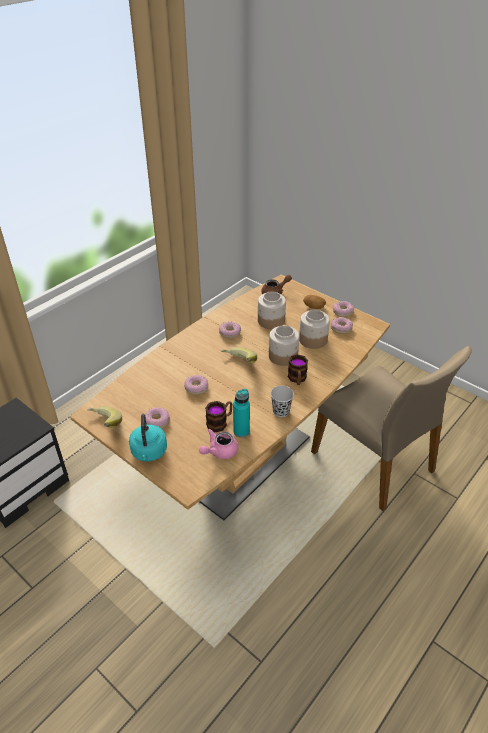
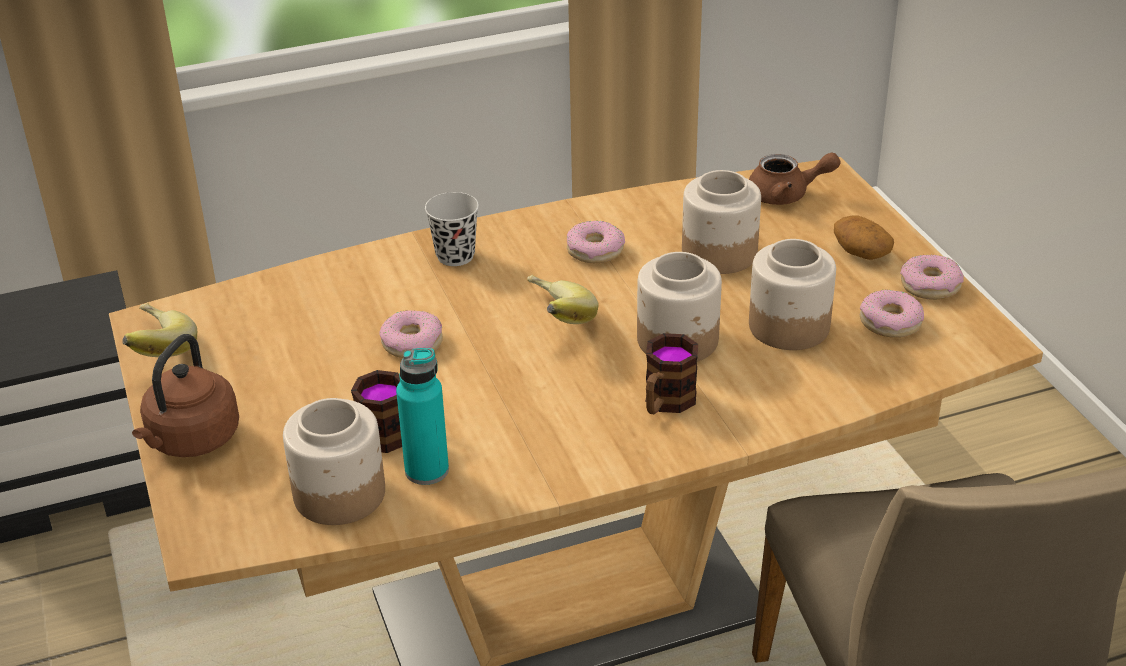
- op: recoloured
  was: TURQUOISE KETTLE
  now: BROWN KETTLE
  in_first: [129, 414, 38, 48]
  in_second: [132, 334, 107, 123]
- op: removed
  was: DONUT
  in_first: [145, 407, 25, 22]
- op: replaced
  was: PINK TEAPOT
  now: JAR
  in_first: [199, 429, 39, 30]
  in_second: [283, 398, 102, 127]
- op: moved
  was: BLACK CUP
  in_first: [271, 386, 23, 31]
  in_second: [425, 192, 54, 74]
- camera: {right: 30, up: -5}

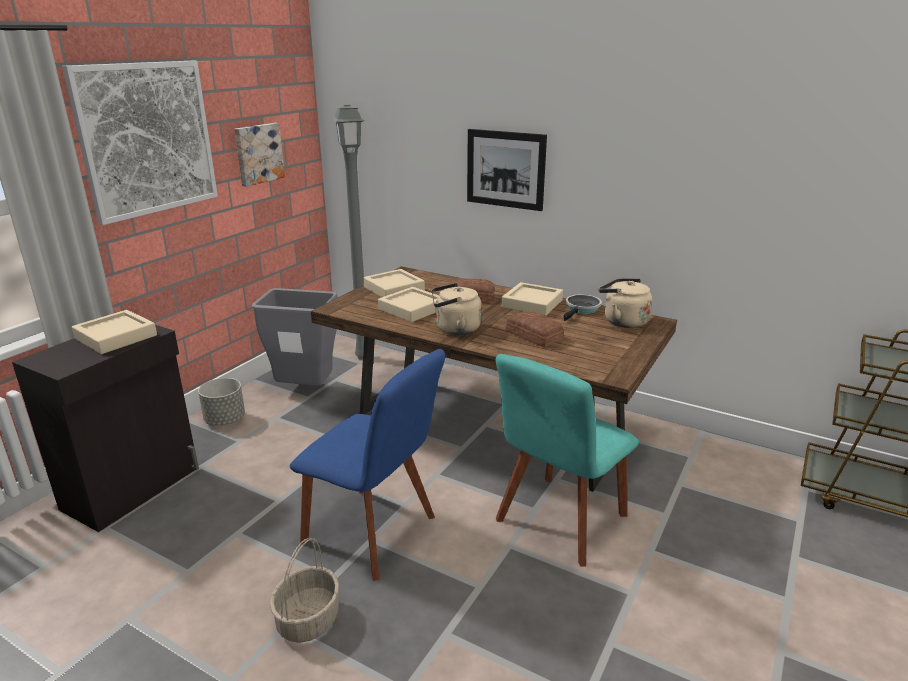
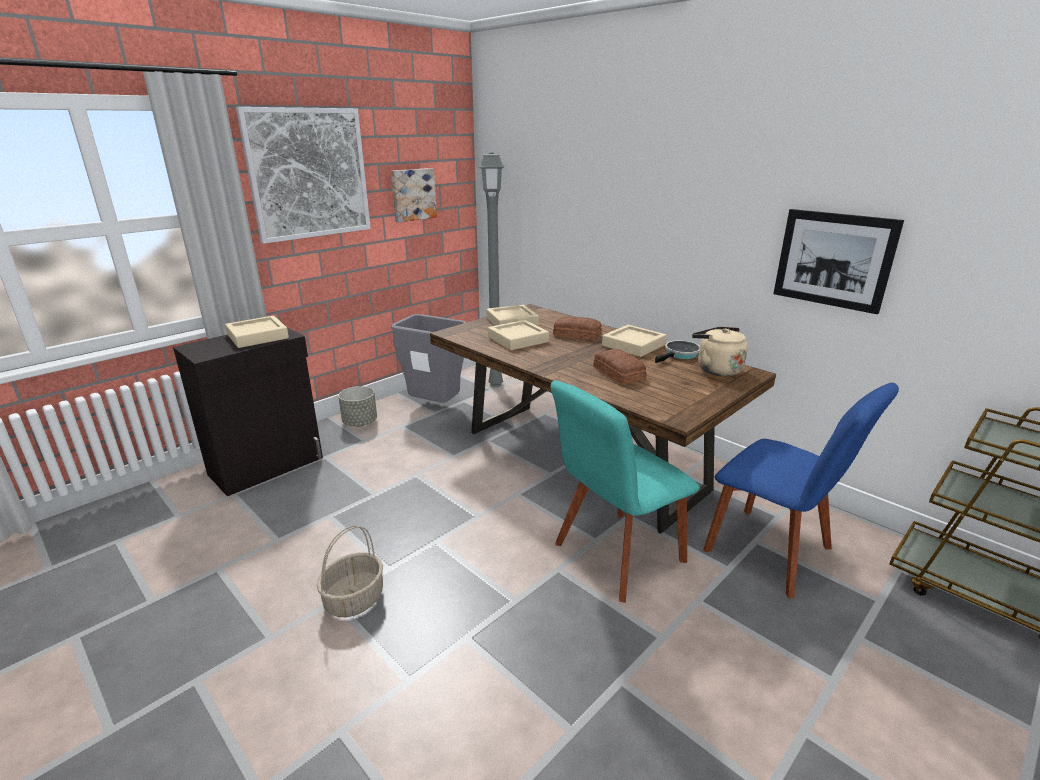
- op: moved
  was: BLUE CHAIR
  in_first: [290, 349, 155, 232]
  in_second: [703, 383, 196, 215]
- op: removed
  was: BEIGE KETTLE
  in_first: [432, 283, 50, 52]
- op: moved
  was: PICTURE
  in_first: [467, 129, 80, 82]
  in_second: [773, 209, 131, 105]
- camera: {right: 15, up: 0}

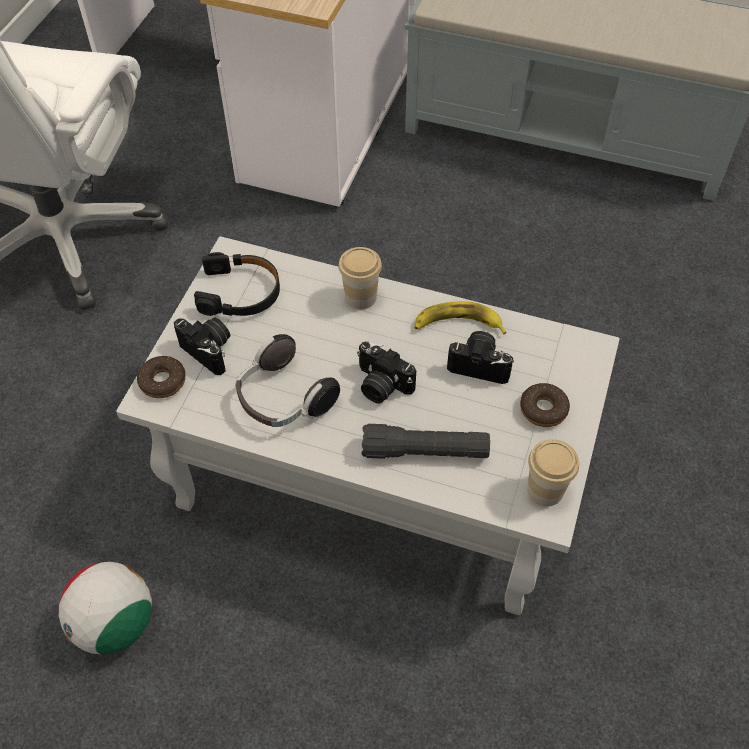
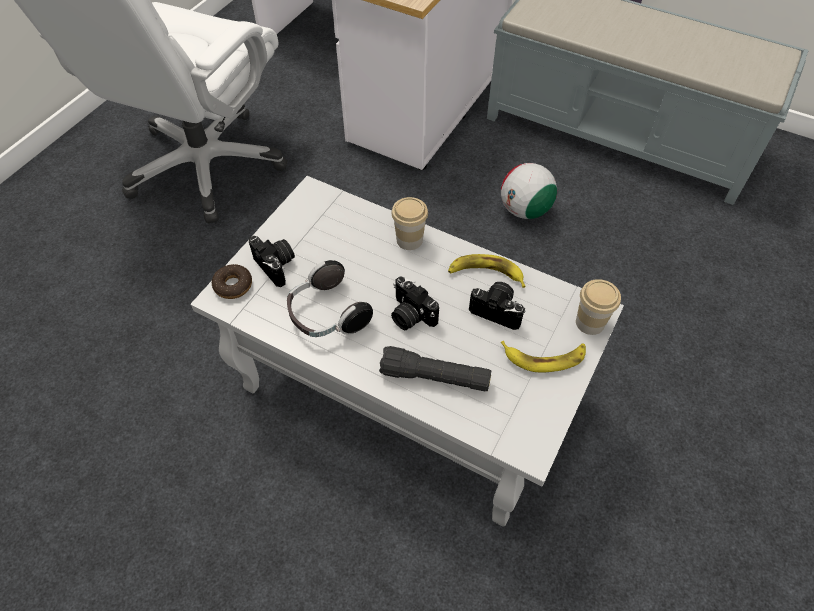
- op: moved
  was: FOOTBALL
  in_first: [59, 562, 93, 92]
  in_second: [501, 163, 56, 56]
- op: removed
  was: BLACK HEADPHONES
  in_first: [194, 252, 86, 64]
- op: replaced
  was: DONUT
  now: BANANA
  in_first: [520, 383, 50, 44]
  in_second: [501, 341, 85, 31]
- op: moved
  was: CUP
  in_first: [527, 439, 52, 67]
  in_second: [576, 279, 45, 56]
- camera: {right: 10, up: 0}

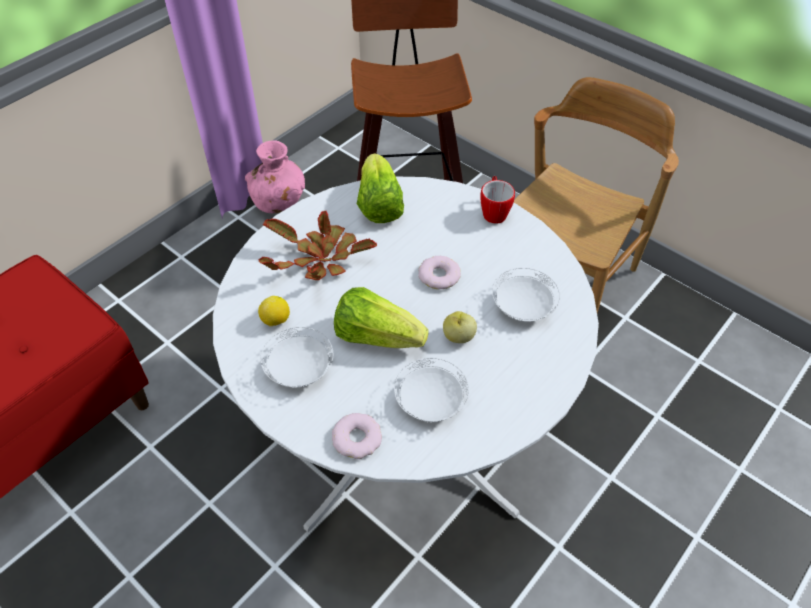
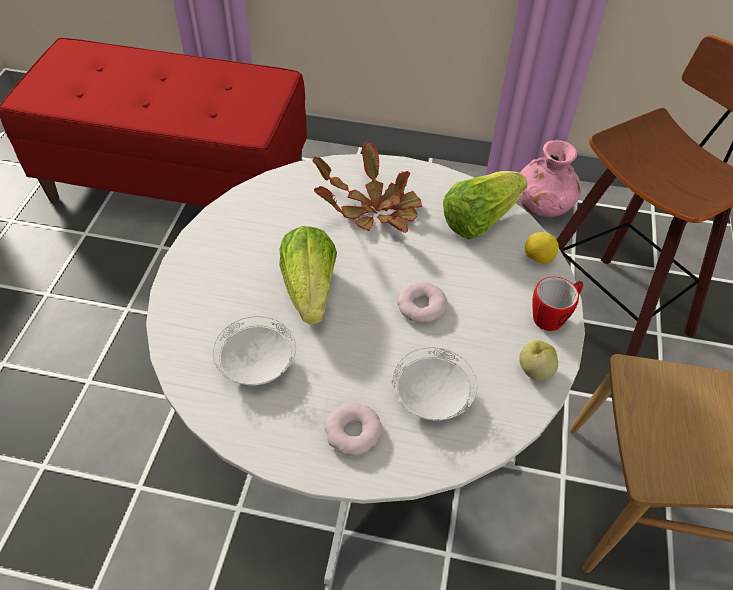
- op: moved
  was: LEMON
  in_first: [258, 296, 32, 30]
  in_second: [525, 232, 34, 32]
- op: removed
  was: WHITE PLATE
  in_first: [260, 327, 73, 61]
- op: moved
  was: DONUT
  in_first: [332, 413, 50, 46]
  in_second: [325, 403, 57, 53]
- op: moved
  was: APPLE
  in_first: [443, 311, 34, 32]
  in_second: [519, 340, 39, 40]
- camera: {right: 60, up: 0}

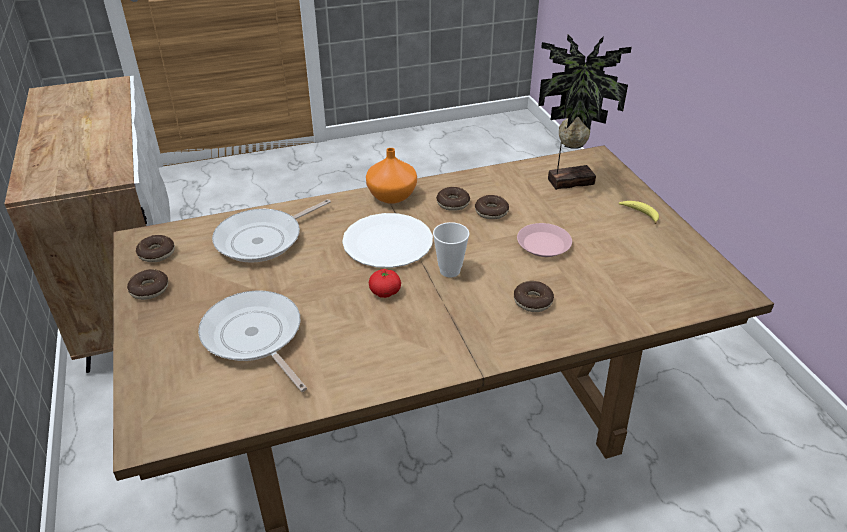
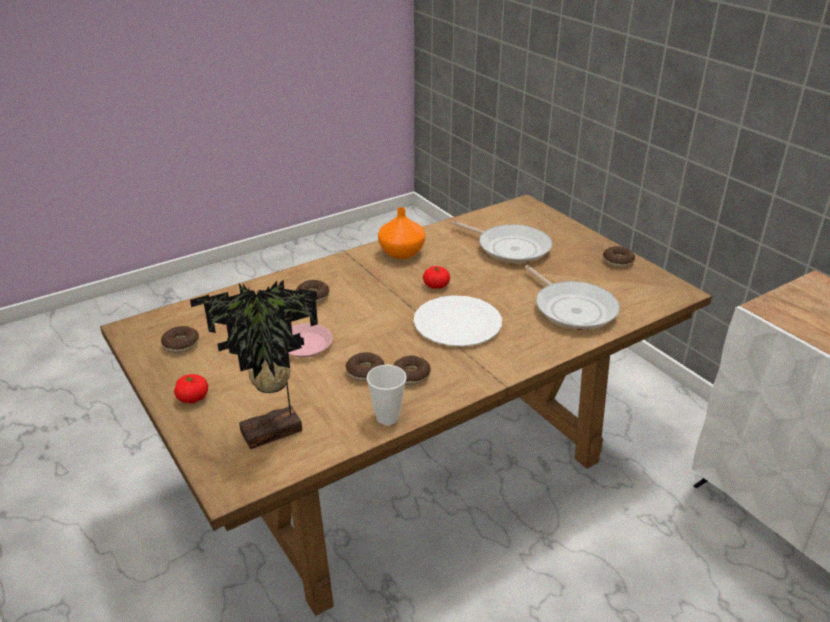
- op: moved
  was: DONUT
  in_first: [136, 235, 39, 27]
  in_second: [161, 326, 38, 27]
- op: turned
  was: FRYING PAN
  in_first: [212, 199, 119, 64]
  in_second: [525, 265, 95, 65]
  clockwise: 120
- op: moved
  was: ORANGE VASE
  in_first: [366, 148, 51, 56]
  in_second: [378, 207, 47, 52]
- op: moved
  was: CUP
  in_first: [433, 222, 36, 55]
  in_second: [367, 365, 40, 60]
- op: replaced
  was: BANANA
  now: TOMATO
  in_first: [619, 201, 40, 23]
  in_second: [174, 374, 34, 29]
- camera: {right: 165, up: -5}

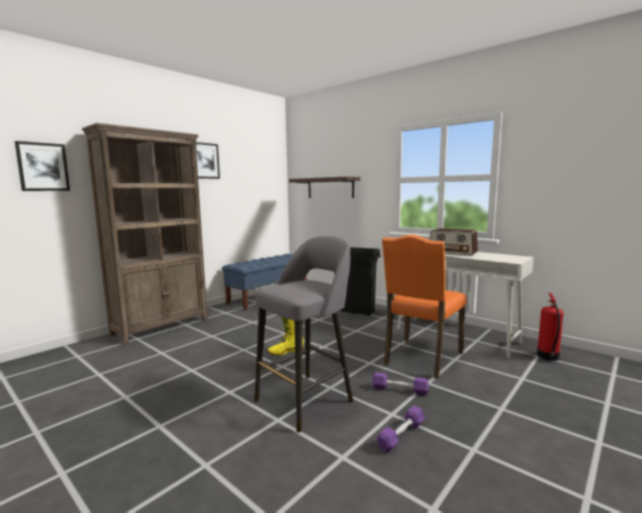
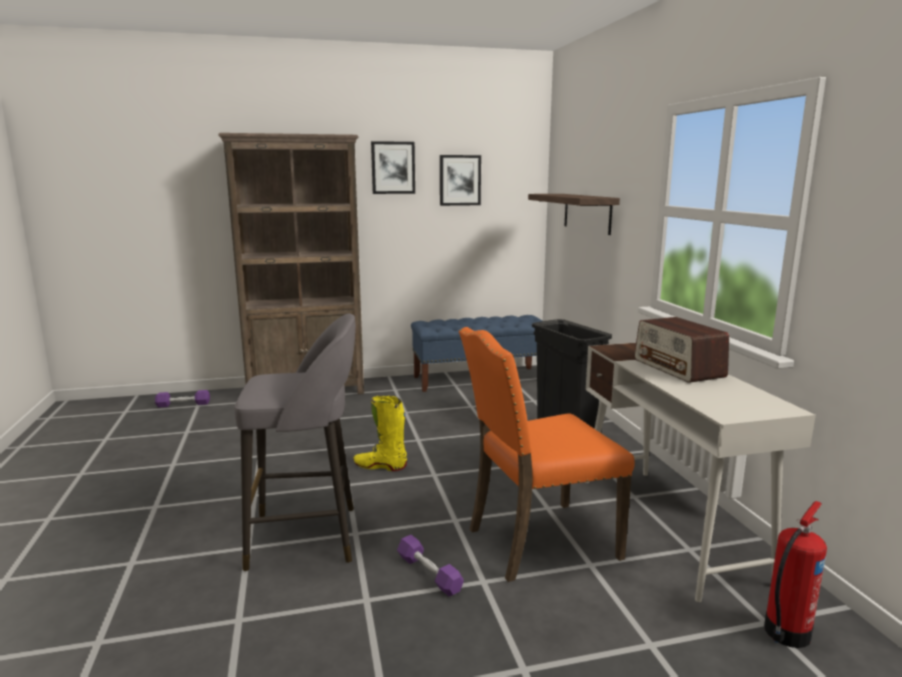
- op: moved
  was: PICTURE
  in_first: [14, 141, 56, 50]
  in_second: [440, 155, 41, 51]
- op: moved
  was: PURPLE DUMBBELL
  in_first: [376, 406, 49, 47]
  in_second: [155, 390, 55, 17]
- camera: {right: 35, up: 5}

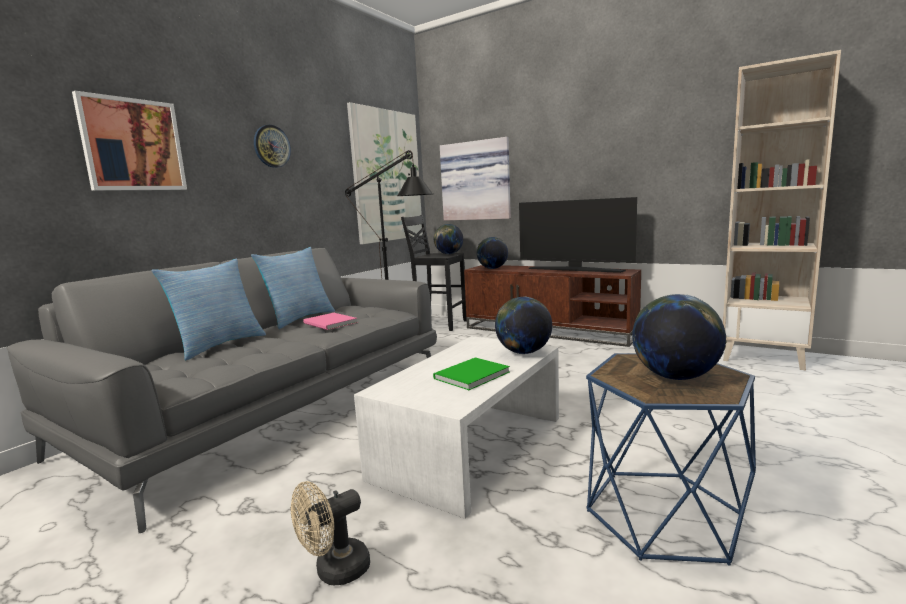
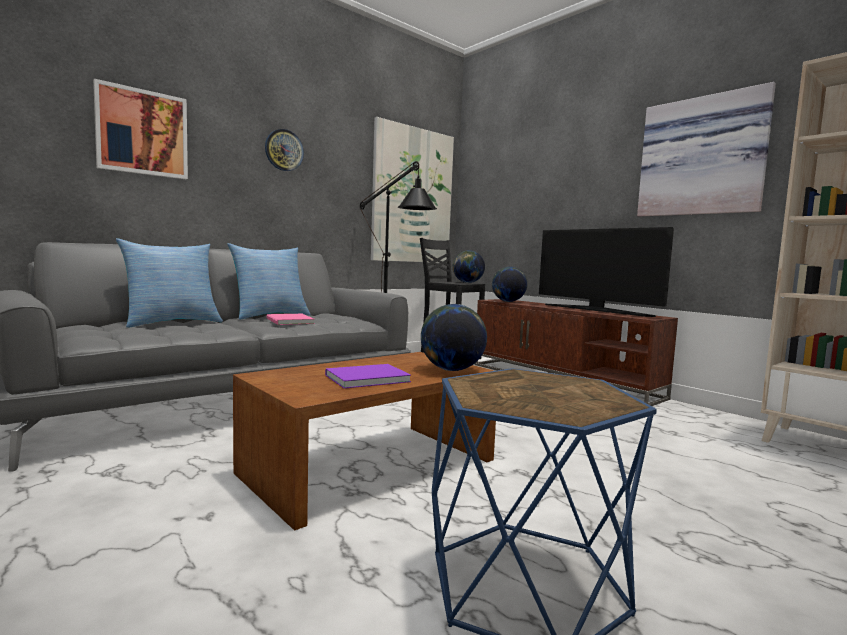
- op: removed
  was: BEIGE FAN
  in_first: [291, 481, 79, 104]
- op: recoloured
  was: WHITE COFFEE TABLE
  now: BROWN COFFEE TABLE
  in_first: [354, 336, 205, 183]
  in_second: [233, 352, 263, 178]
- op: recoloured
  was: GREEN BOOK
  now: PURPLE BOOK
  in_first: [433, 357, 77, 33]
  in_second: [325, 364, 86, 25]
- op: moved
  was: PICTURE
  in_first: [440, 137, 71, 84]
  in_second: [637, 82, 139, 135]
- op: removed
  was: GLOBE
  in_first: [632, 294, 94, 86]
- camera: {right: 15, up: -5}

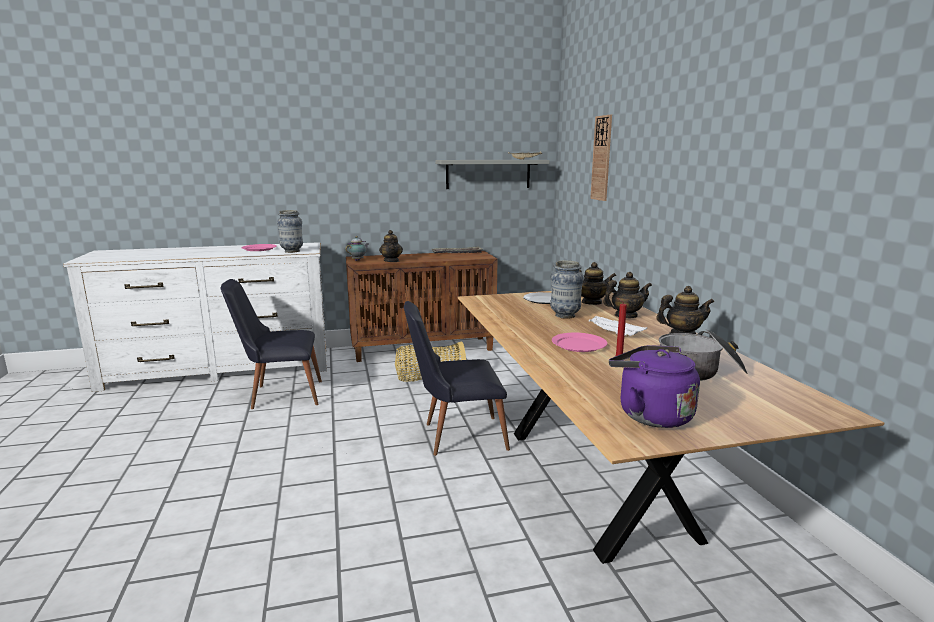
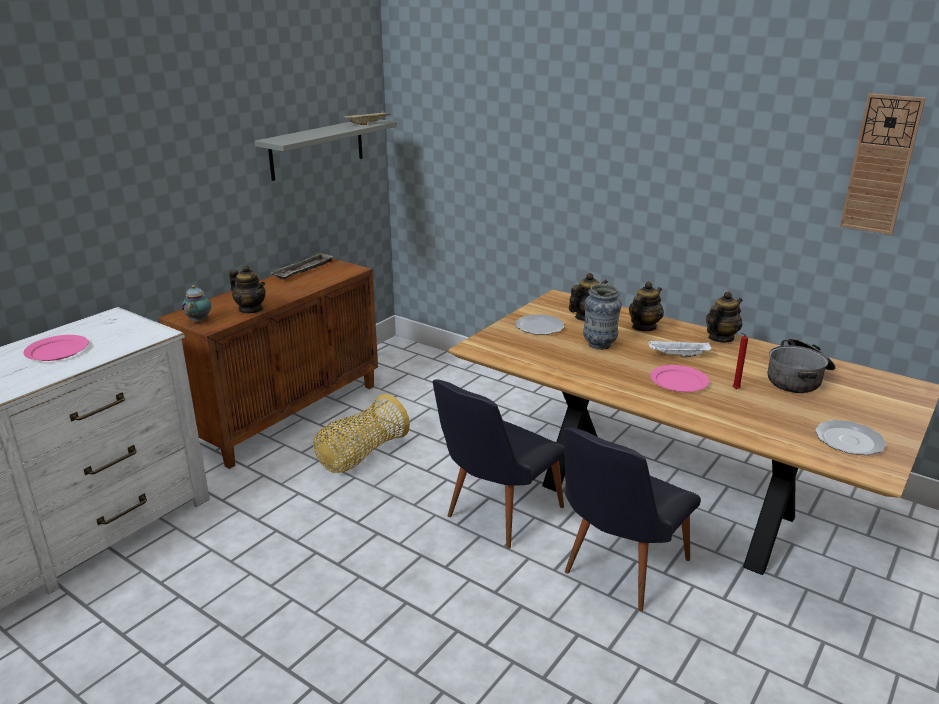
- op: moved
  was: BLACK CHAIR
  in_first: [221, 279, 101, 130]
  in_second: [564, 427, 137, 184]
- op: removed
  was: VASE
  in_first: [277, 210, 26, 43]
- op: moved
  was: WALL CLOCK
  in_first: [590, 115, 22, 86]
  in_second: [840, 93, 86, 142]
- op: replaced
  was: PURPLE KETTLE
  now: PLATE
  in_first: [609, 345, 91, 83]
  in_second: [815, 420, 71, 35]
- camera: {right: -40, up: 10}

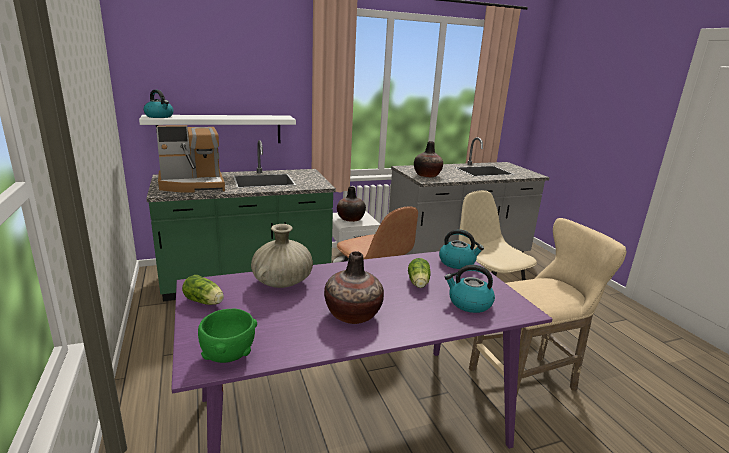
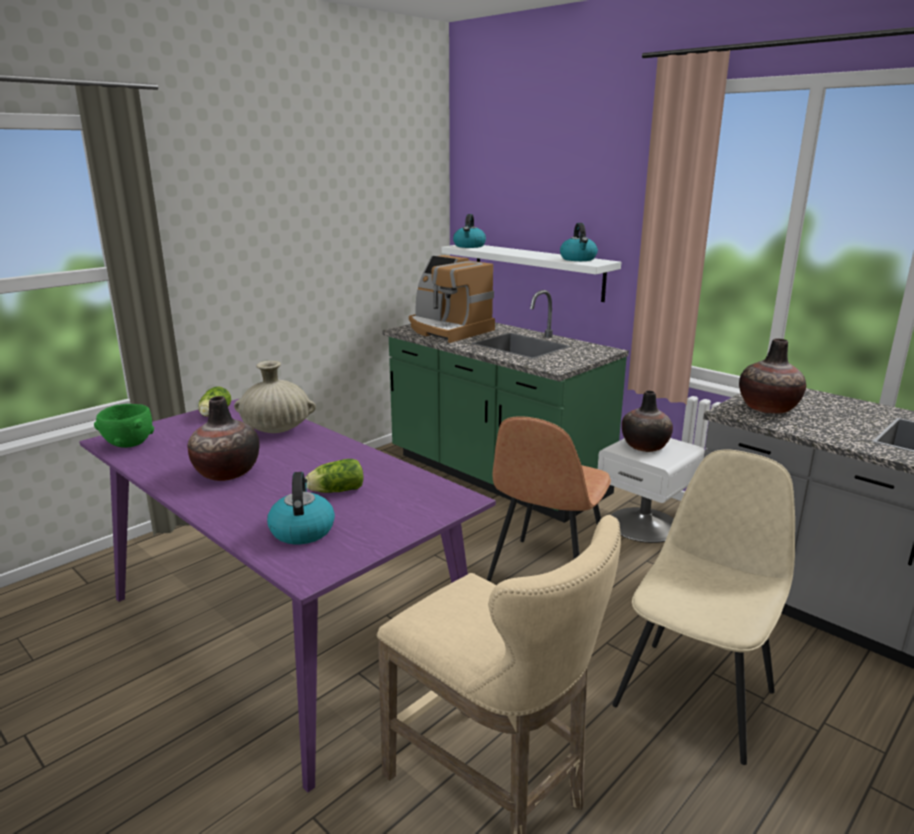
- op: moved
  was: KETTLE
  in_first: [439, 229, 45, 40]
  in_second: [560, 223, 38, 38]
- camera: {right: 65, up: 0}

